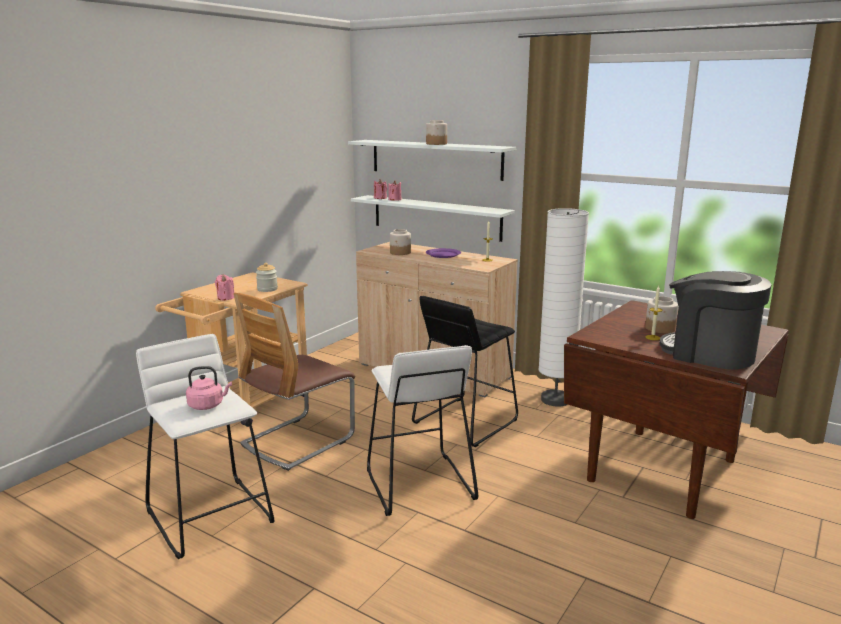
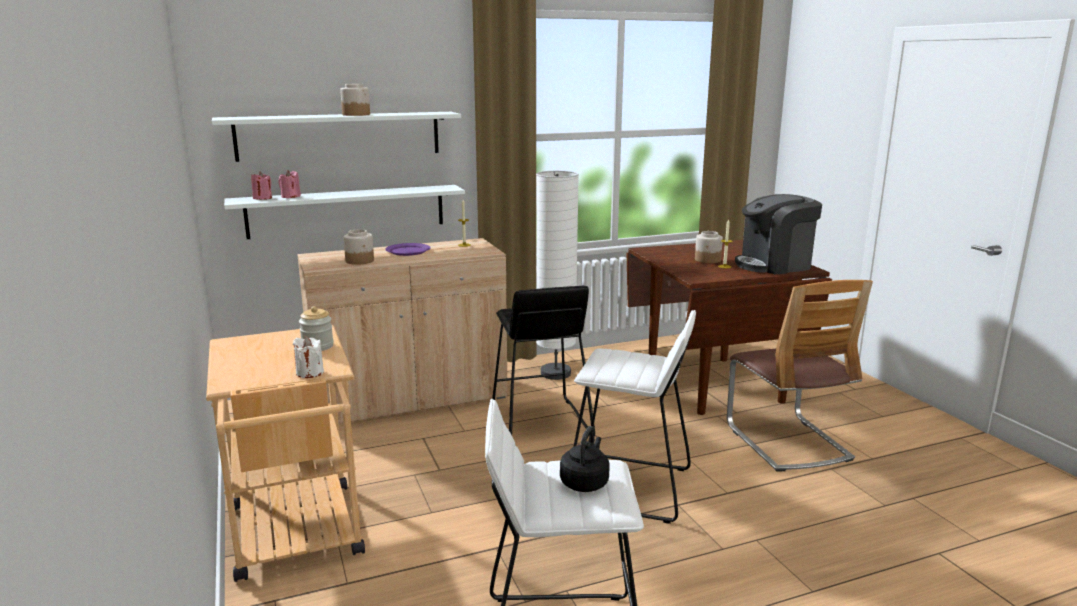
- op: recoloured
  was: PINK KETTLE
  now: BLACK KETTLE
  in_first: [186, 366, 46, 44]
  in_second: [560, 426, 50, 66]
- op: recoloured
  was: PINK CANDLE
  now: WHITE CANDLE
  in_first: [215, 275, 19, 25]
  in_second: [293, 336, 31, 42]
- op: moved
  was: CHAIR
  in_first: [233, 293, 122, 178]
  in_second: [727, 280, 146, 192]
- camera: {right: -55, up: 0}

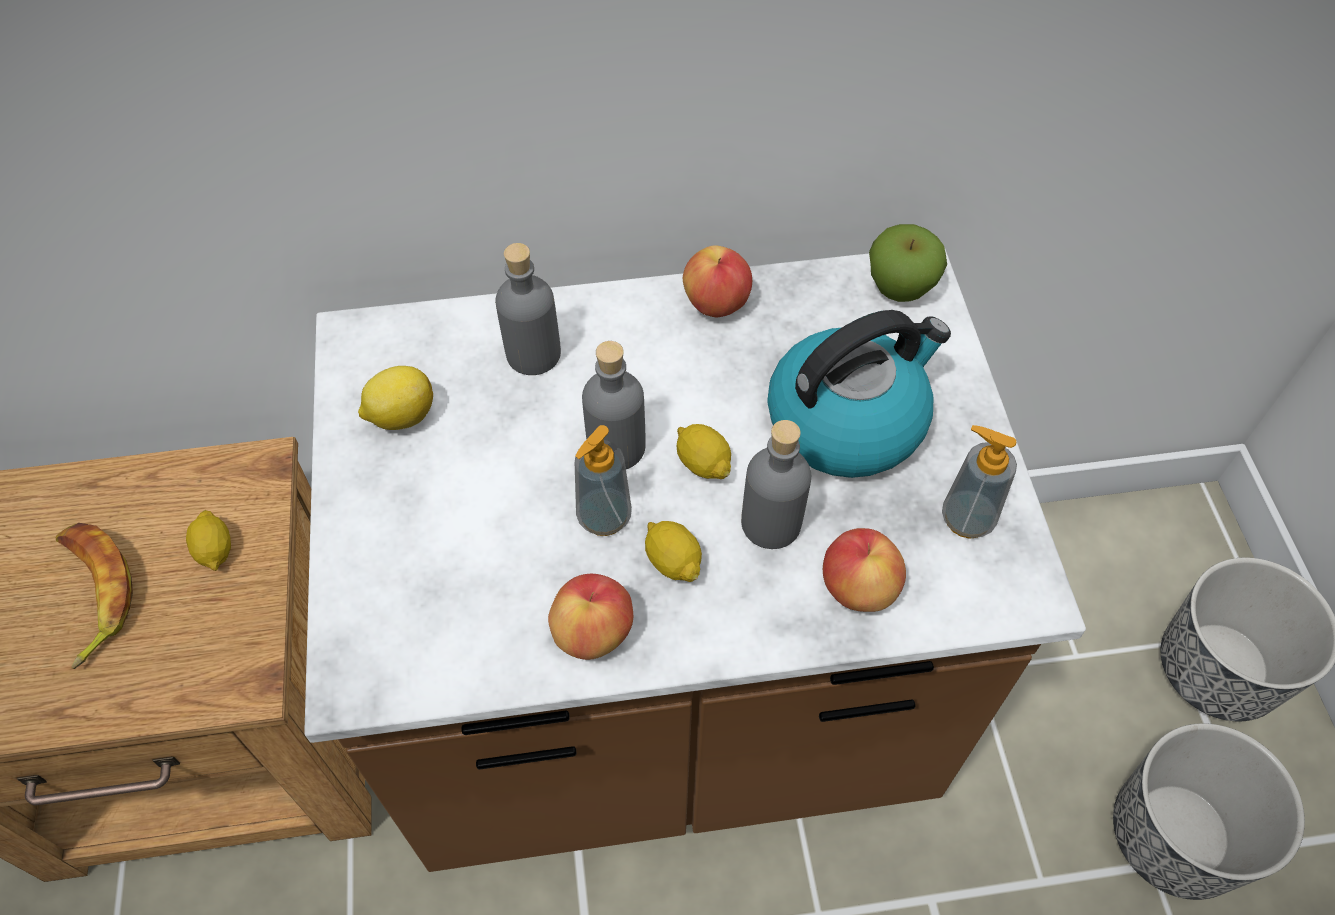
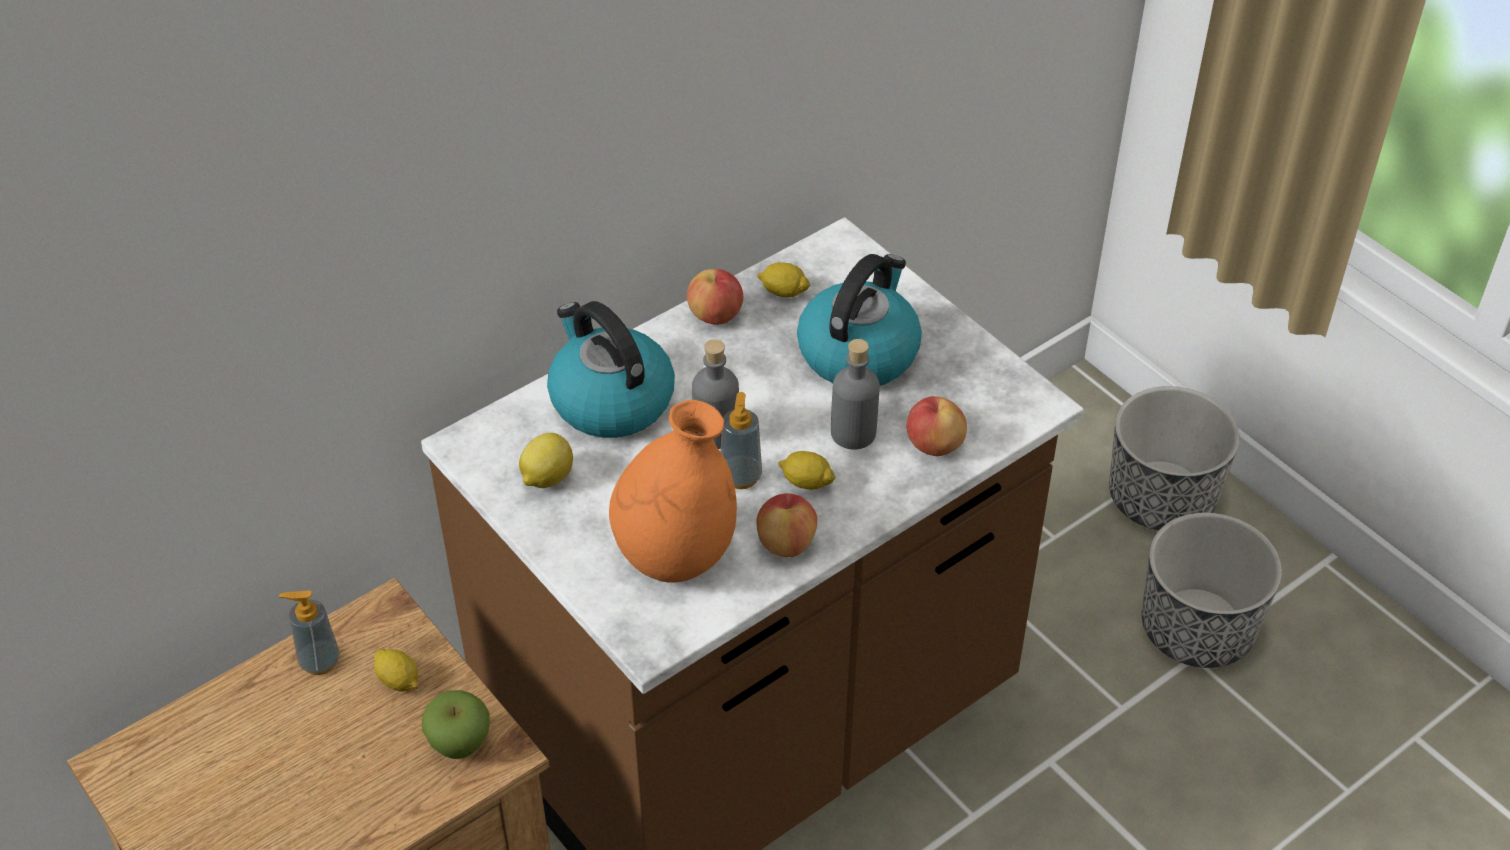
- op: removed
  was: BANANA
  in_first: [56, 523, 77, 146]
- op: replaced
  was: GREY BOTTLE
  now: KETTLE
  in_first: [495, 243, 66, 132]
  in_second: [547, 301, 128, 137]
- op: moved
  was: LEMON
  in_first: [677, 424, 54, 55]
  in_second: [757, 262, 54, 36]
- op: moved
  was: APPLE
  in_first: [869, 224, 78, 78]
  in_second: [422, 690, 68, 69]
- op: moved
  was: SOAP DISPENSER
  in_first: [942, 425, 75, 114]
  in_second: [279, 591, 61, 84]
- op: added
  now: ORANGE VASE
  in_second: [609, 400, 128, 183]
- camera: {right: -30, up: -10}

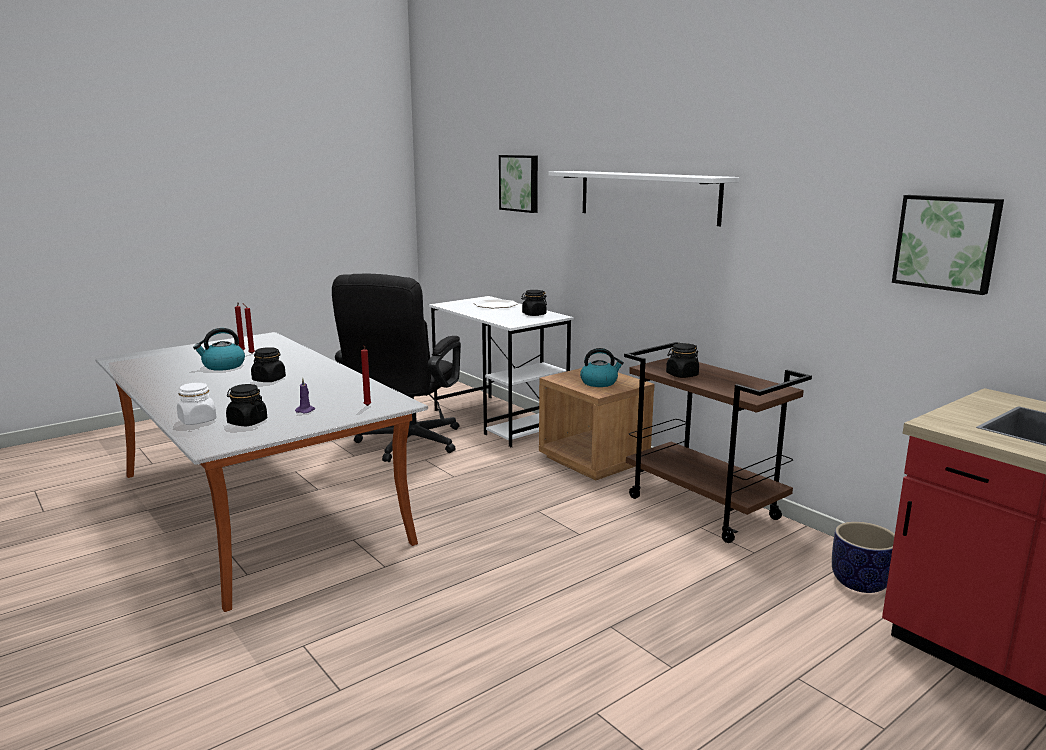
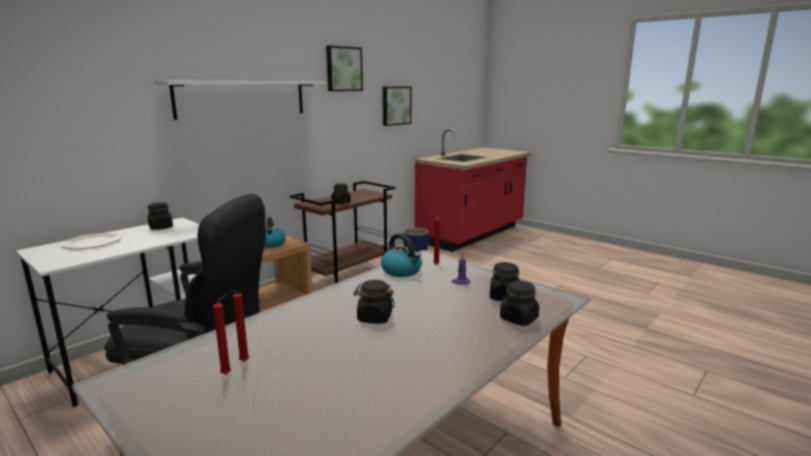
- op: recoloured
  was: WHITE JAR
  now: BLACK JAR
  in_first: [177, 383, 39, 42]
  in_second: [500, 281, 39, 45]
- op: moved
  was: KETTLE
  in_first: [193, 328, 52, 43]
  in_second: [381, 233, 41, 44]
- op: moved
  was: PICTURE
  in_first: [499, 155, 39, 58]
  in_second: [326, 46, 37, 45]
- camera: {right: -100, up: 0}

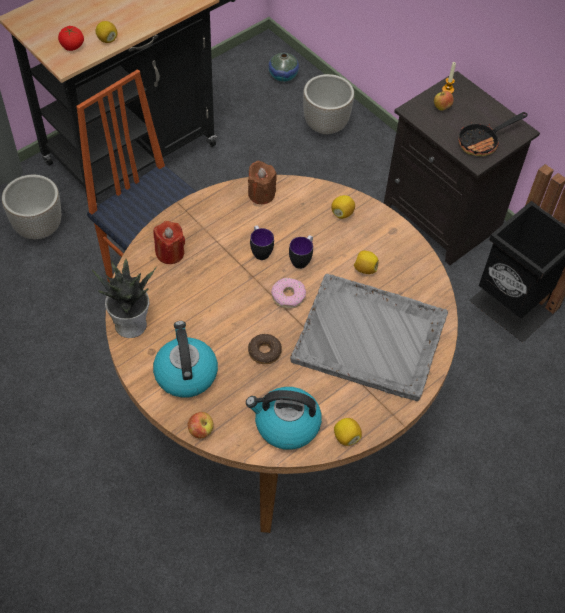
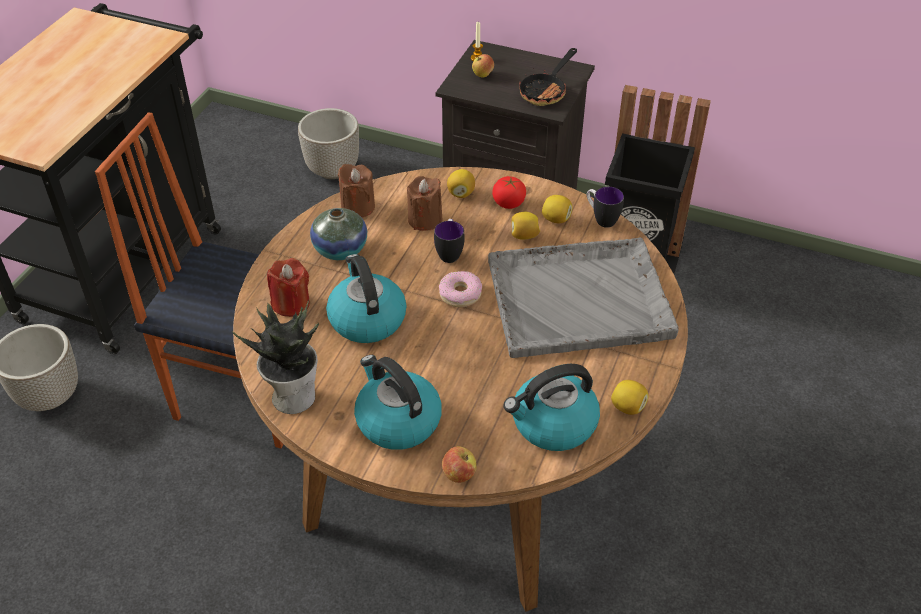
- op: moved
  was: TOMATO
  in_first: [58, 26, 26, 25]
  in_second: [492, 176, 34, 33]
- op: moved
  was: LEMON
  in_first: [95, 21, 23, 22]
  in_second: [542, 195, 30, 28]
- op: removed
  was: DONUT
  in_first: [248, 334, 34, 30]
- op: moved
  was: MUG
  in_first: [250, 226, 24, 34]
  in_second: [587, 187, 37, 41]
- op: moved
  was: VASE
  in_first: [268, 53, 31, 29]
  in_second: [310, 208, 57, 52]
- op: added
  now: KETTLE
  in_second: [326, 254, 81, 89]
- op: added
  now: BROWN CANDLE
  in_second: [407, 176, 36, 55]
- camera: {right: -25, up: -10}

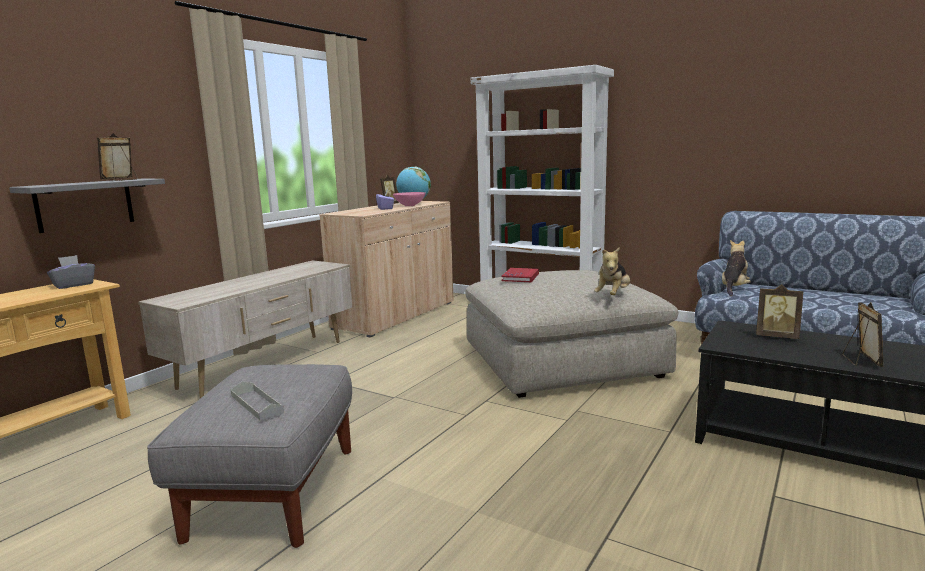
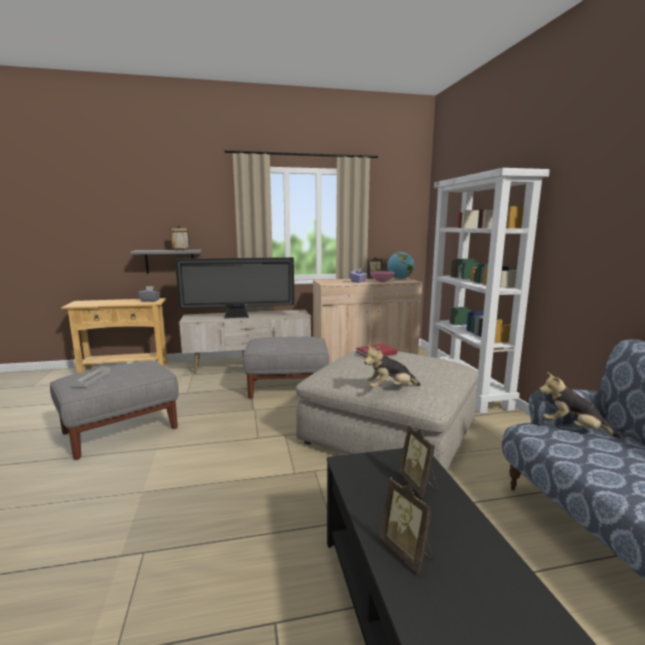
- op: turned
  was: PLUSH TOY
  in_first: [722, 240, 29, 56]
  in_second: [539, 372, 82, 67]
  clockwise: -135
- op: turned
  was: PICTURE FRAME
  in_first: [843, 302, 40, 65]
  in_second: [380, 477, 53, 96]
  clockwise: 90
- op: added
  now: TELEVISION
  in_second: [175, 257, 120, 61]
- op: added
  now: GREY OTTOMAN
  in_second: [243, 337, 86, 62]
- camera: {right: 45, up: 0}

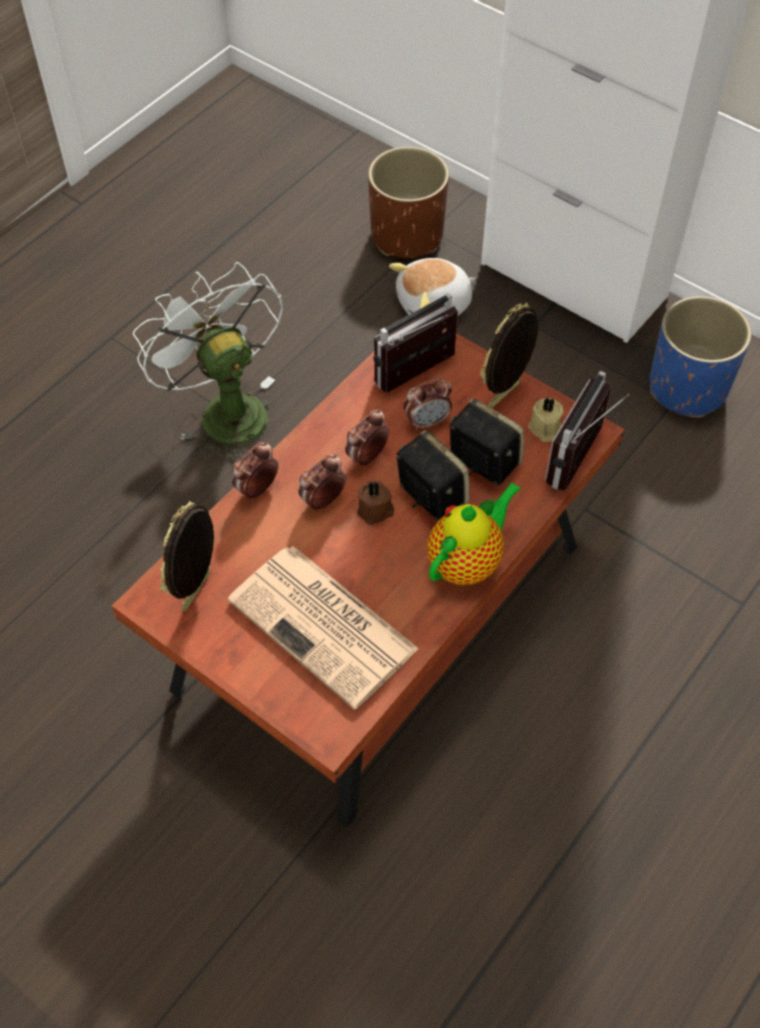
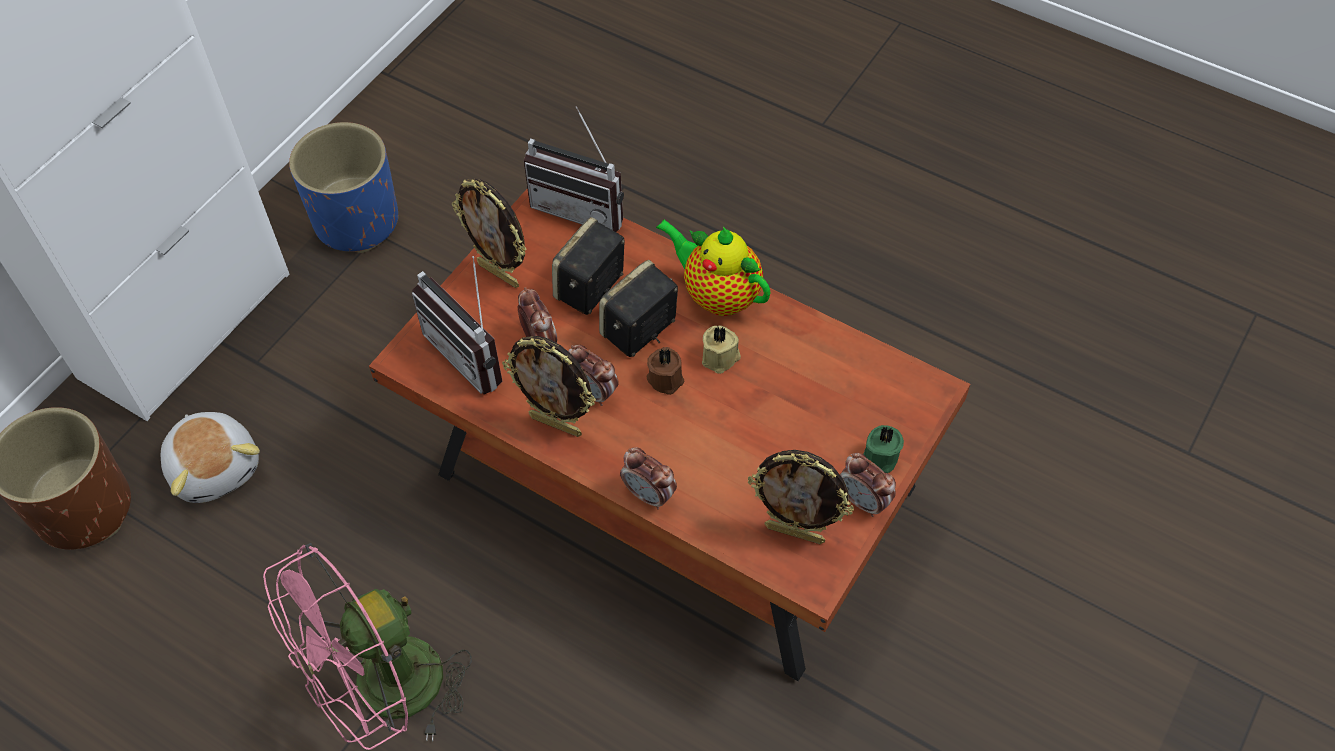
- op: recoloured
  was: WHITE FAN
  now: PINK FAN
  in_first: [133, 262, 150, 201]
  in_second: [263, 543, 209, 207]
- op: removed
  was: NEWSPAPER
  in_first: [228, 546, 191, 164]
- op: moved
  was: ALARM CLOCK
  in_first: [298, 454, 48, 58]
  in_second: [840, 453, 56, 64]
- op: moved
  was: BEIGE CANDLE
  in_first: [528, 397, 35, 45]
  in_second: [702, 326, 39, 48]
- op: added
  now: PICTURE FRAME
  in_second: [502, 336, 94, 101]
- op: added
  now: GREEN CANDLE
  in_second: [863, 425, 41, 48]
- camera: {right: -95, up: 0}

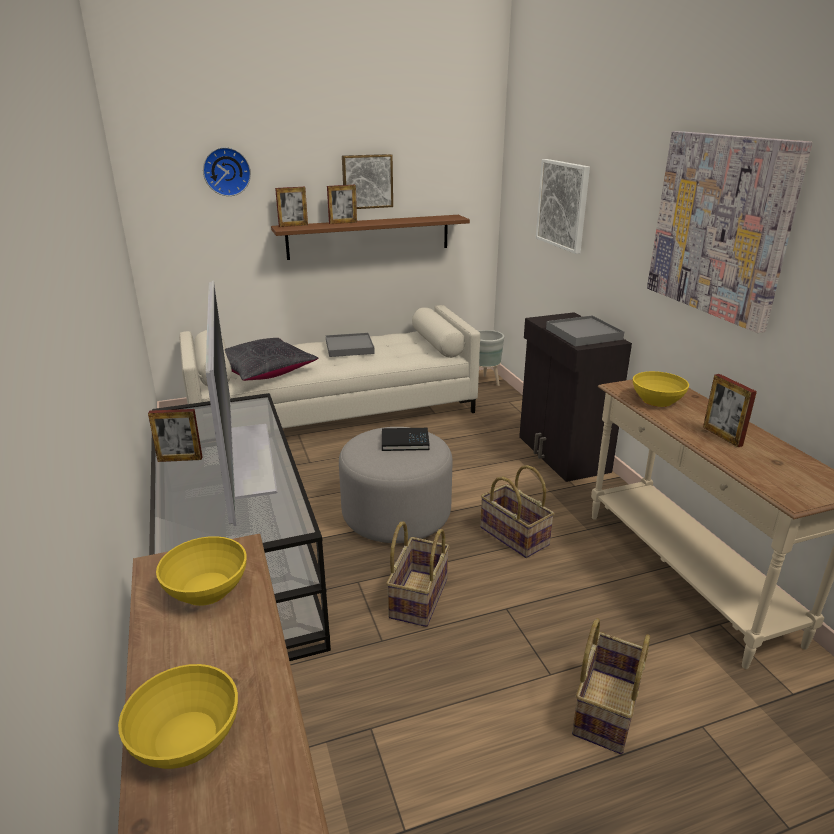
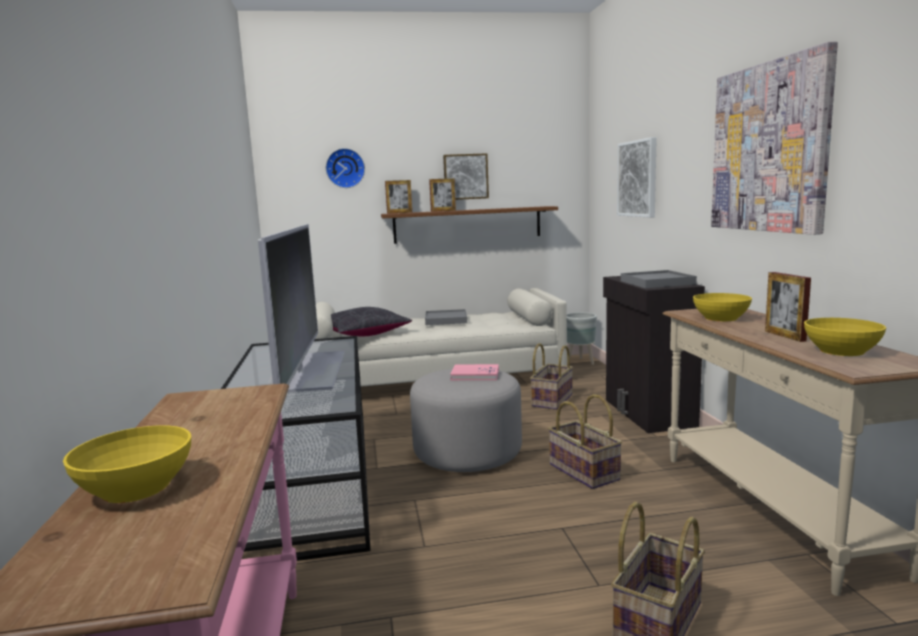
- op: removed
  was: PICTURE FRAME
  in_first: [148, 409, 55, 53]
- op: moved
  was: YELLOW BOWL
  in_first: [156, 536, 90, 70]
  in_second: [804, 318, 82, 38]
- op: recoloured
  was: BLACK BOOK
  now: PINK BOOK
  in_first: [382, 428, 48, 23]
  in_second: [450, 364, 49, 16]
- op: moved
  was: BASKET
  in_first: [386, 522, 64, 105]
  in_second: [530, 343, 43, 67]
- camera: {right: 10, up: -15}

